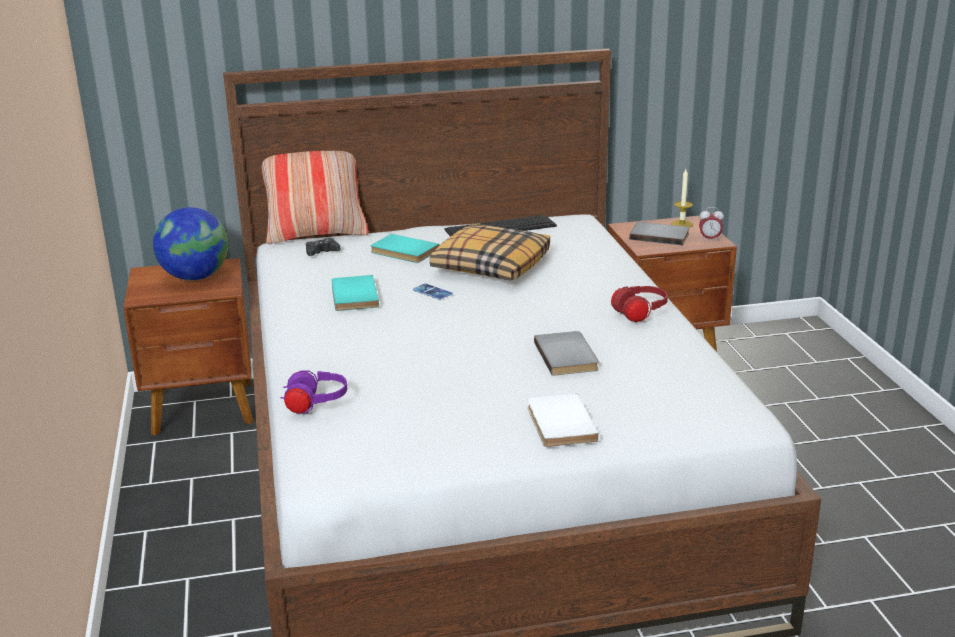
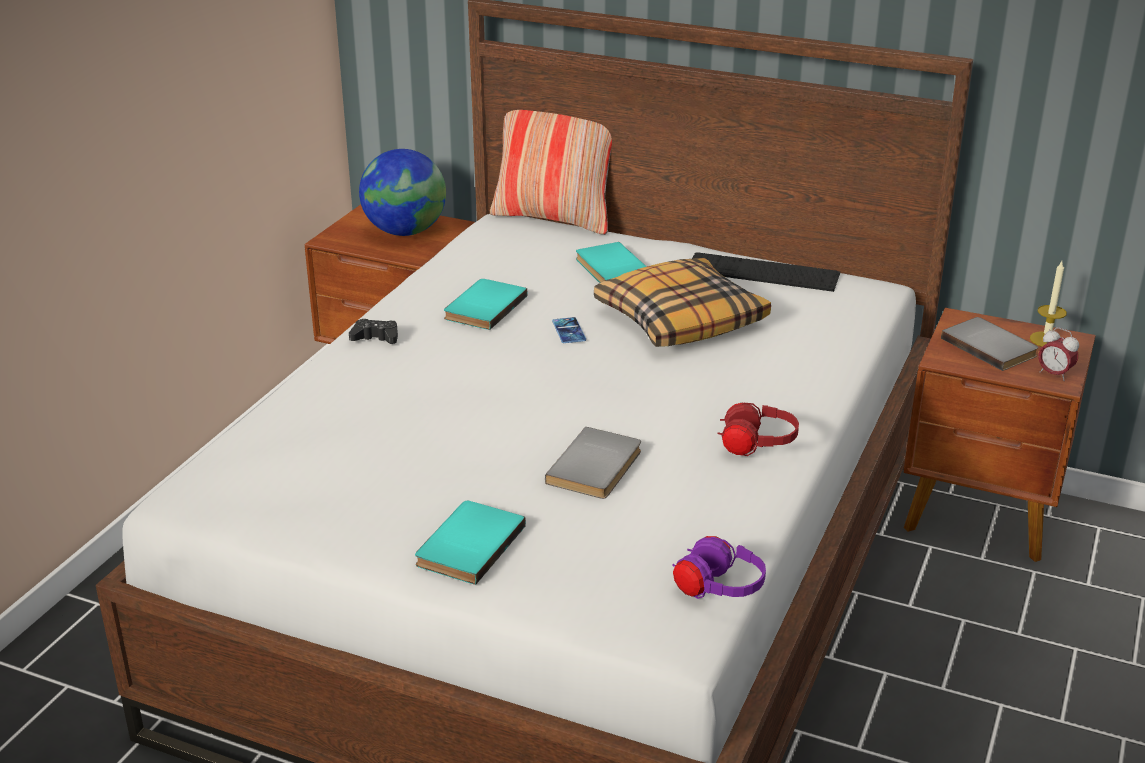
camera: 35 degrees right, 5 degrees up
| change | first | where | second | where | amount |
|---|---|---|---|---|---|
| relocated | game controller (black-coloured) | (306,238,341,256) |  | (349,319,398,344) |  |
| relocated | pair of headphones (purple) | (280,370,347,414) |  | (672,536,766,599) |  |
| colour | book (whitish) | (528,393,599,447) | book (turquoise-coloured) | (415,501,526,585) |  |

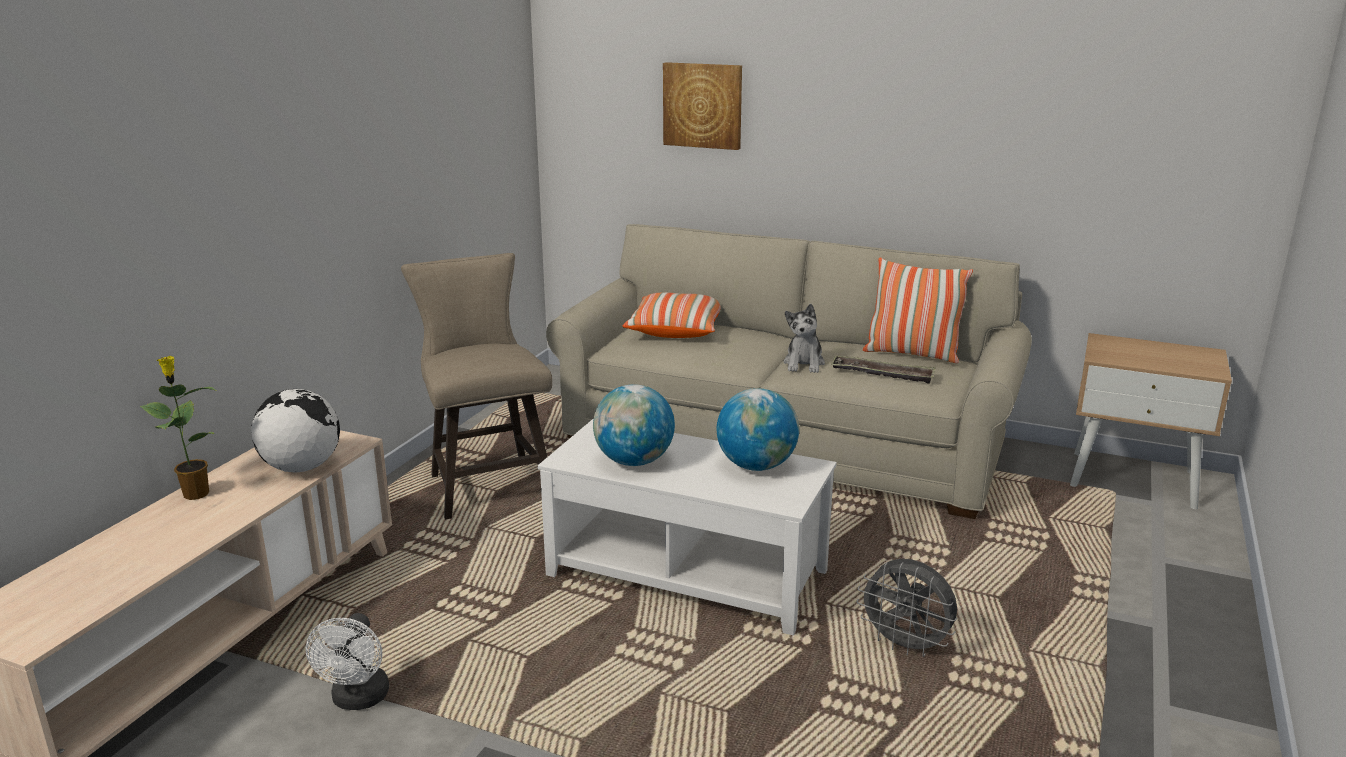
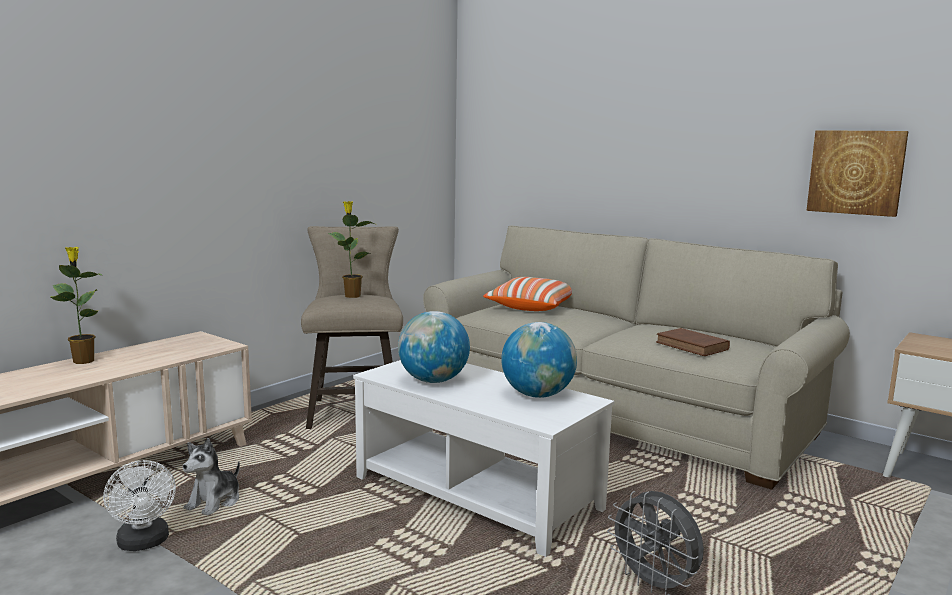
camera: 15 degrees right, 10 degrees down
| change | first | where | second | where | amount |
|---|---|---|---|---|---|
| relocated | picture | (663,62,742,150) |  | (807,130,908,217) |  |
| missing | pillow | (863,258,973,363) |  |  |  |
| relocated | plush toy | (783,304,825,373) |  | (183,438,240,516) |  |
| exchanged | tray | (831,355,936,384) | book (brown) | (656,328,730,356) |  |
| missing | globe | (251,389,340,473) |  |  |  |
| spun | fan (whitish) | (305,613,389,710) |  | (103,460,176,551) | 45 degrees counterclockwise |
| appeared |  |  | plant in a pot | (328,201,375,298) |  |

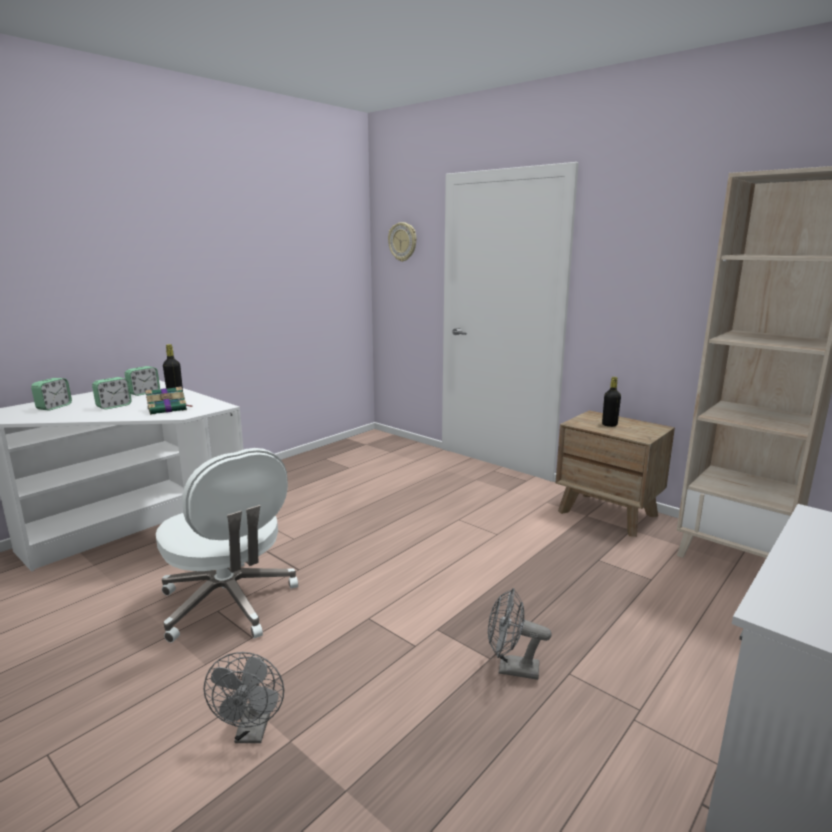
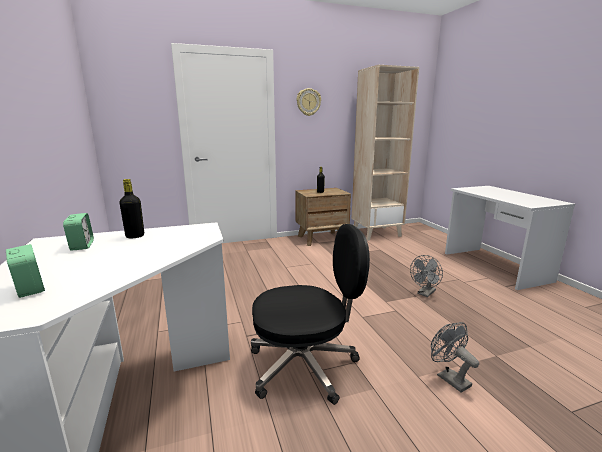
camera: 60 degrees left, 0 degrees up
| change | first | where | second | where | amount |
|---|---|---|---|---|---|
| relocated | hanging clock | (388,222,417,262) |  | (297,88,321,116) |  |
| missing | alarm clock | (92,377,132,410) |  |  |  |
| missing | book | (145,387,193,415) |  |  |  |
| colour | office chair (whitish) | (156,448,298,643) | office chair (black-coloured) | (251,224,370,405) |  |
| spun | fan (grey) | (204,652,284,743) |  | (431,322,479,393) | 150 degrees counterclockwise |

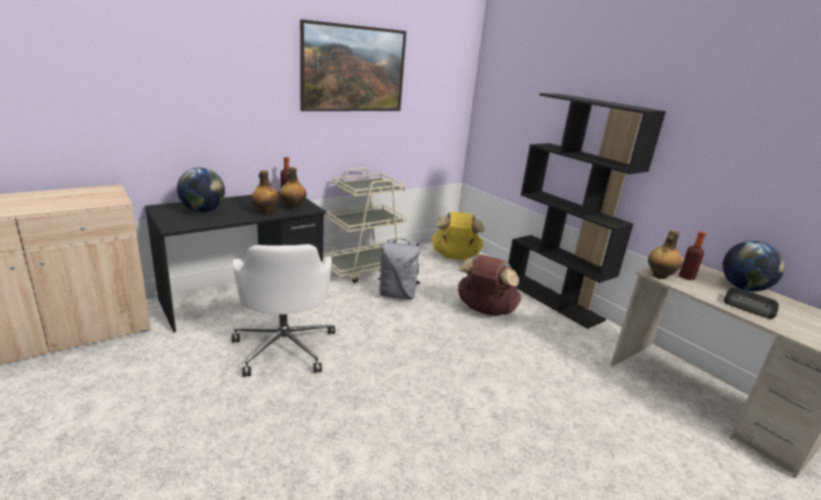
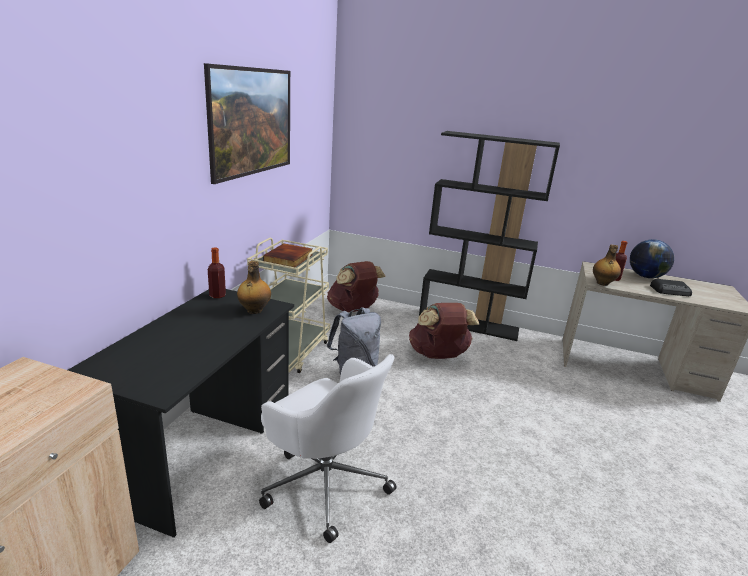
camera: 35 degrees left, 0 degrees up
| change | first | where | second | where | amount |
|---|---|---|---|---|---|
| missing | globe | (177,167,225,212) |  |  |  |
| missing | beverage bottle | (251,170,280,215) |  |  |  |
| colour | rucksack (yellowish) | (431,212,485,260) | rucksack (brown) | (327,261,386,312) |  |
| appeared |  |  | book | (263,243,313,267) |  |

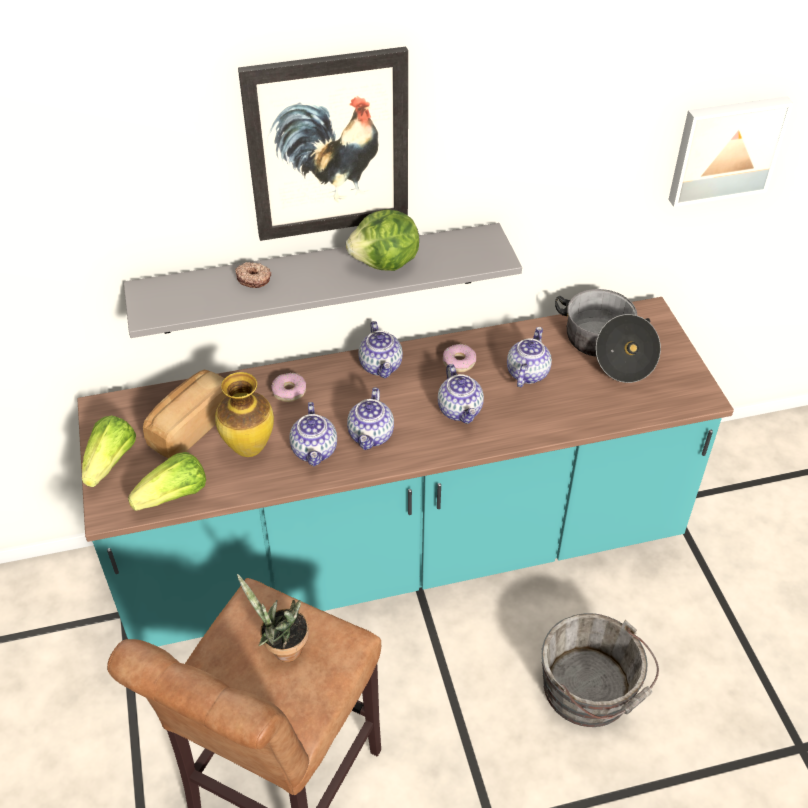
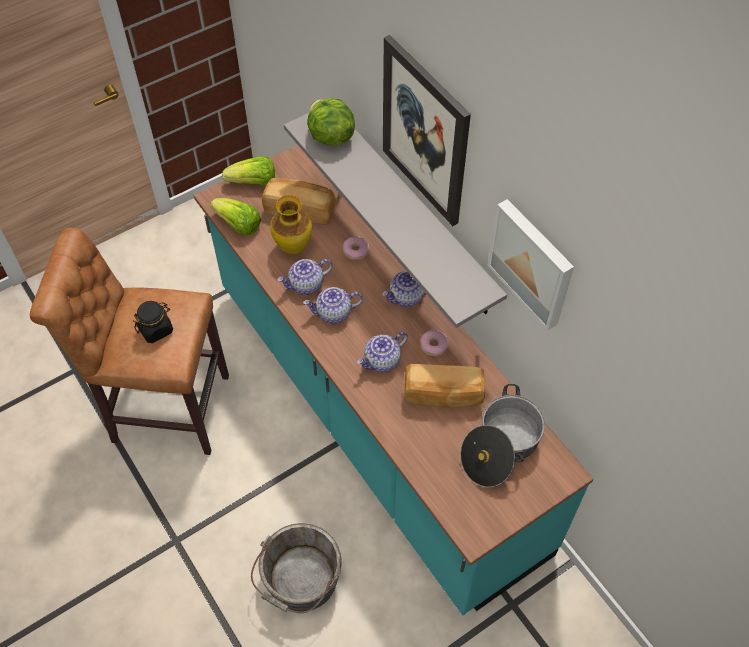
camera: 70 degrees right, 10 degrees up
| change | first | where | second | where | amount |
|---|---|---|---|---|---|
| relocated | picture | (668,96,793,207) |  | (488,199,574,330) |  |
| relocated | lettuce | (346,209,419,271) |  | (307,98,355,146) |  |
| missing | doughnut | (235,262,271,288) |  |  |  |
| exchanged | pot for tea | (507,327,552,387) | bakery bread | (404,364,485,408) |  |
| exchanged | plant in a pot | (237,574,309,662) | storage jar (black-coloured) | (133,301,173,343) |  |

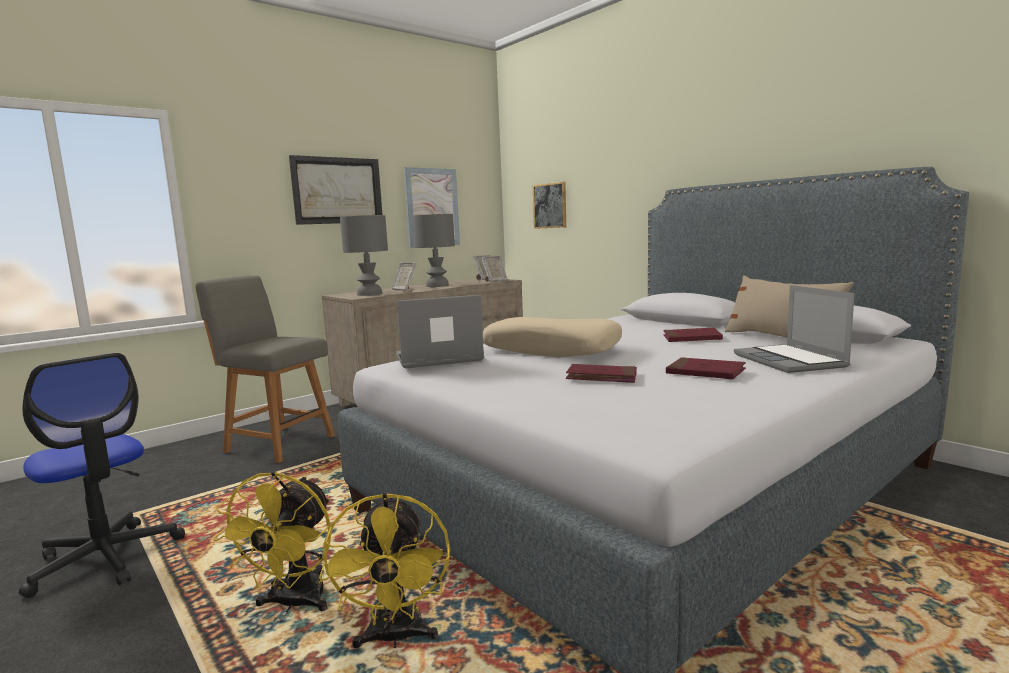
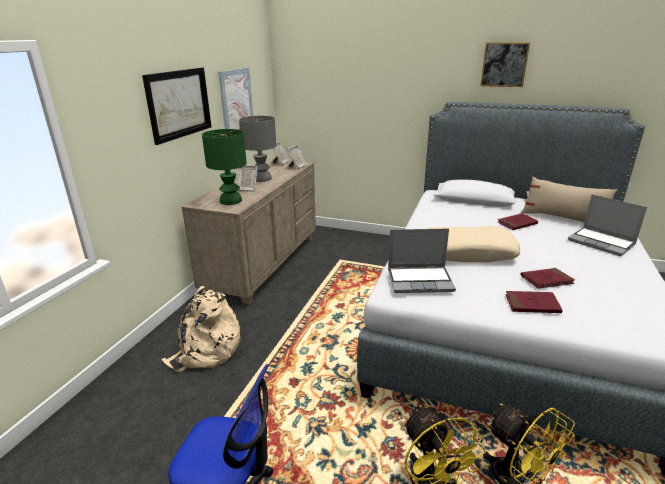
camera: 30 degrees left, 15 degrees up
| change | first | where | second | where | amount |
|---|---|---|---|---|---|
| relocated | picture | (533,182,566,229) |  | (480,42,530,87) |  |
| colour | table lamp (grey) | (340,215,388,296) | table lamp (green-coloured) | (202,129,247,205) |  |
| exchanged | upright chair (grey) | (195,275,335,463) | rucksack (sand-coloured) | (161,286,240,372) |  |
| spun | laptop | (395,295,484,369) |  | (388,229,456,293) | 135 degrees counterclockwise |
| relocated | book (reddish) | (666,357,746,380) |  | (505,291,563,313) |  |

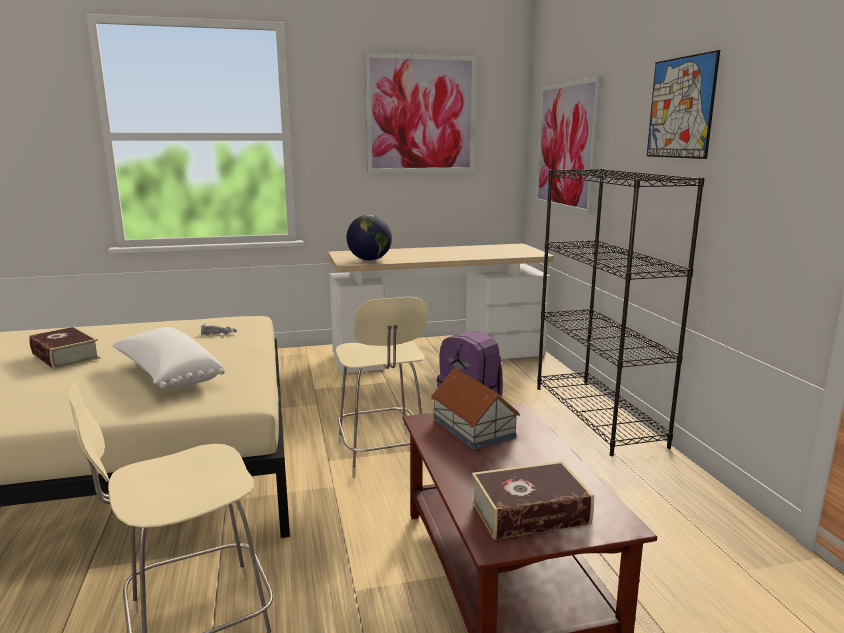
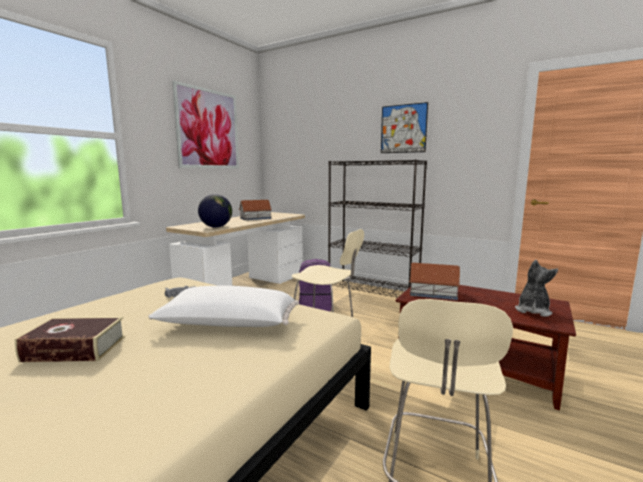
camera: 45 degrees left, 5 degrees down
| change | first | where | second | where | amount |
|---|---|---|---|---|---|
| missing | picture | (535,76,602,215) |  |  |  |
| exchanged | book | (471,461,594,540) | plush toy | (515,259,558,317) |  |
| appeared |  |  | model house | (239,200,271,220) |  |

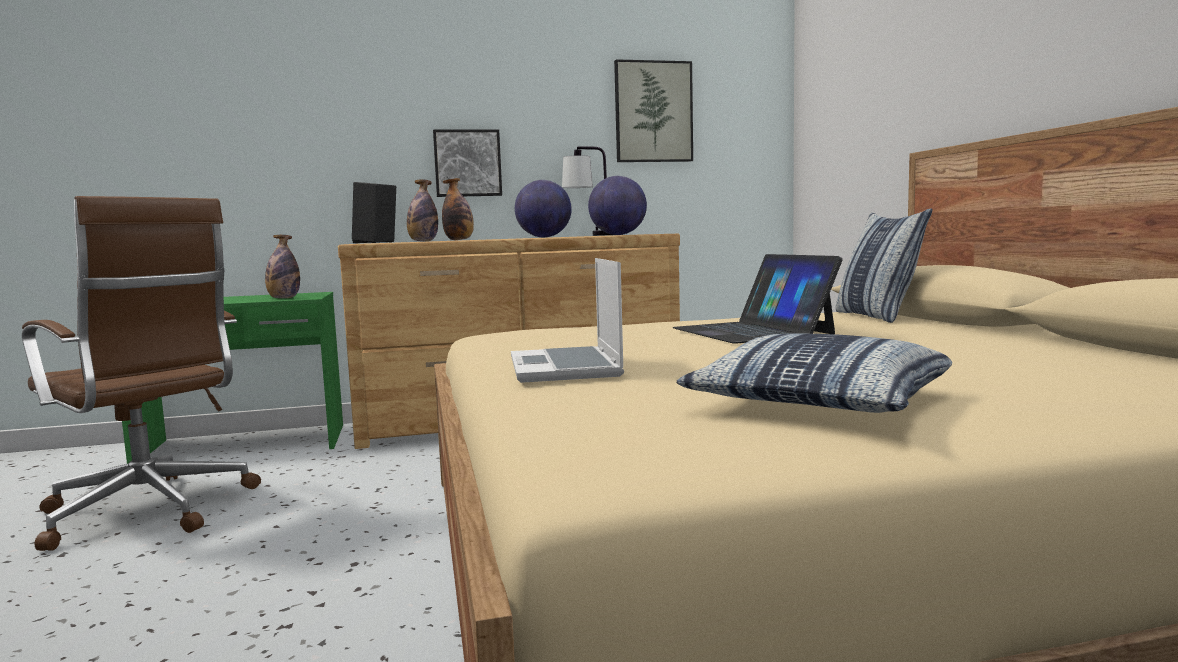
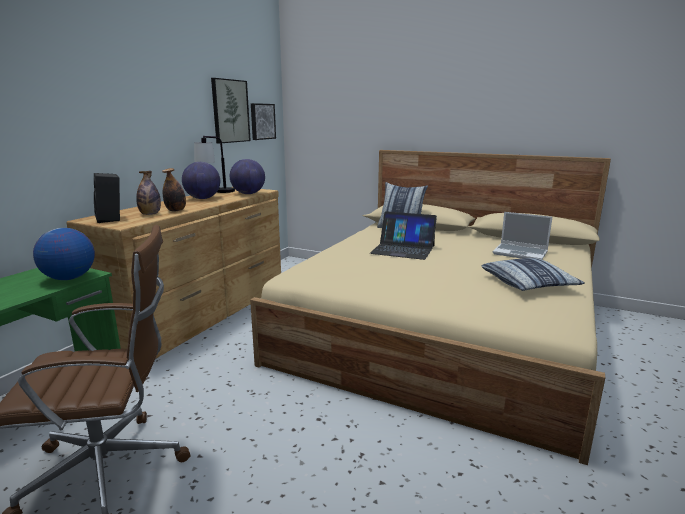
camera: 50 degrees left, 10 degrees up
| change | first | where | second | where | amount |
|---|---|---|---|---|---|
| relocated | picture | (433,129,502,197) |  | (251,103,276,140) |  |
| exchanged | beverage bottle | (265,235,300,298) | globe | (33,228,95,280) |  |
| relocated | laptop | (511,258,624,383) |  | (493,212,552,260) |  |

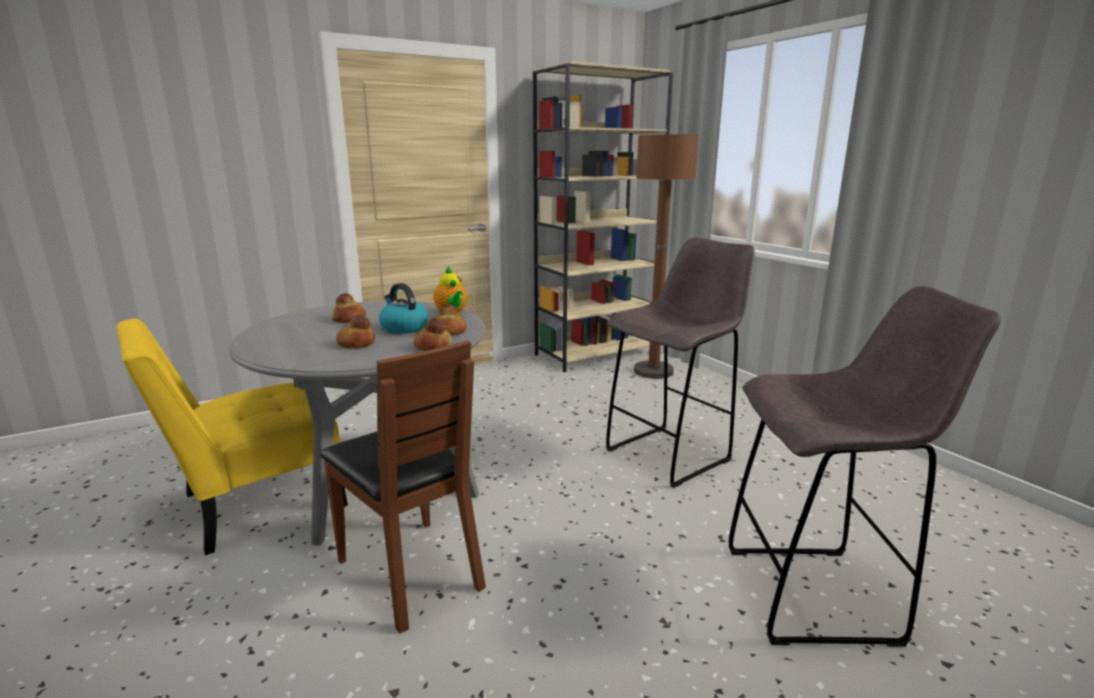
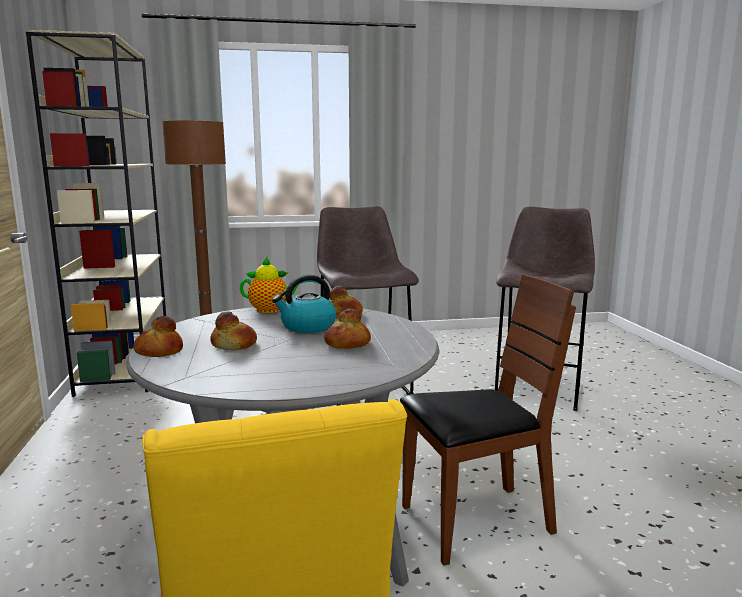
camera: 70 degrees left, 5 degrees down
| change | first | where | second | where | amount |
|---|---|---|---|---|---|
| relocated | bakery bread | (414,318,452,351) |  | (134,316,183,357) |  |

